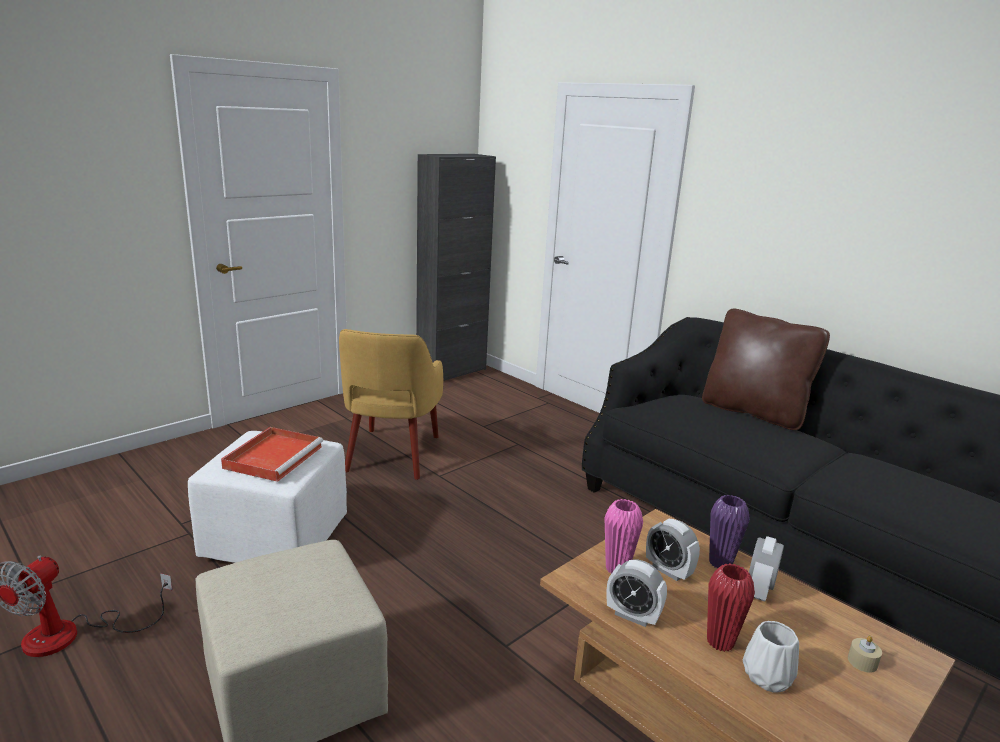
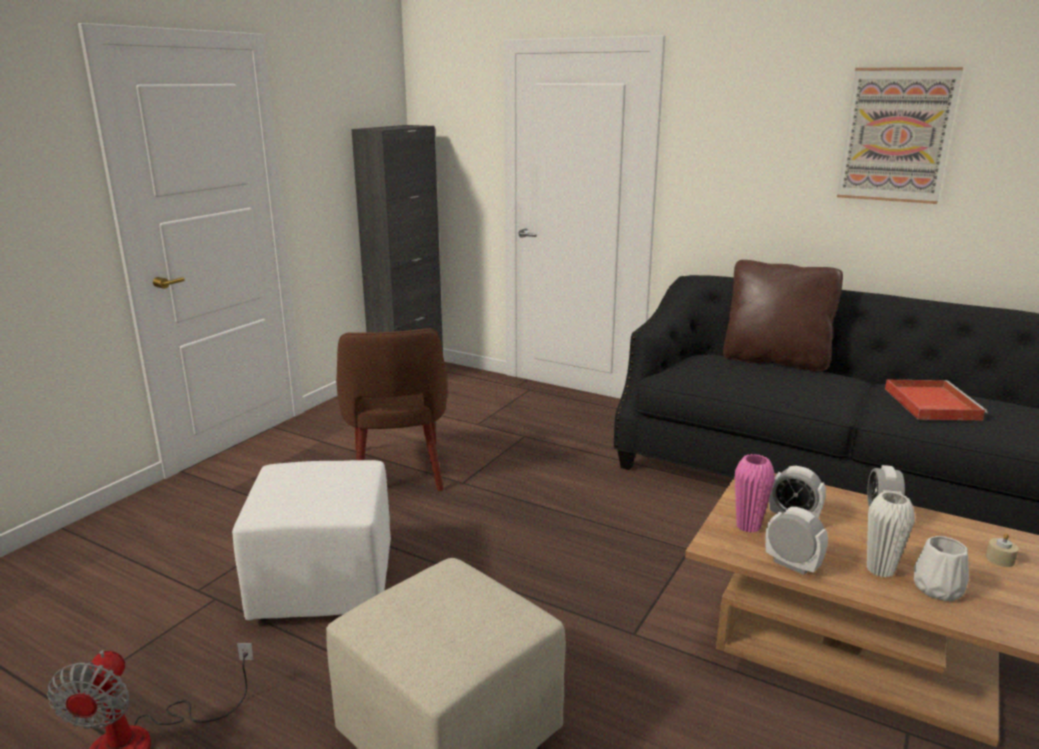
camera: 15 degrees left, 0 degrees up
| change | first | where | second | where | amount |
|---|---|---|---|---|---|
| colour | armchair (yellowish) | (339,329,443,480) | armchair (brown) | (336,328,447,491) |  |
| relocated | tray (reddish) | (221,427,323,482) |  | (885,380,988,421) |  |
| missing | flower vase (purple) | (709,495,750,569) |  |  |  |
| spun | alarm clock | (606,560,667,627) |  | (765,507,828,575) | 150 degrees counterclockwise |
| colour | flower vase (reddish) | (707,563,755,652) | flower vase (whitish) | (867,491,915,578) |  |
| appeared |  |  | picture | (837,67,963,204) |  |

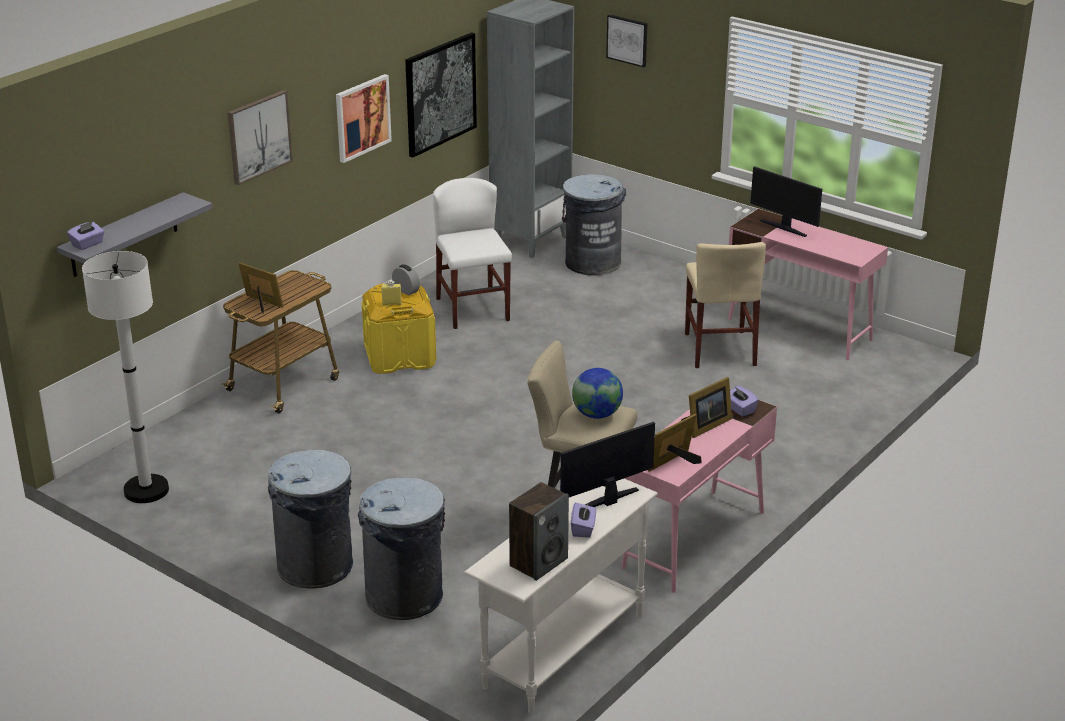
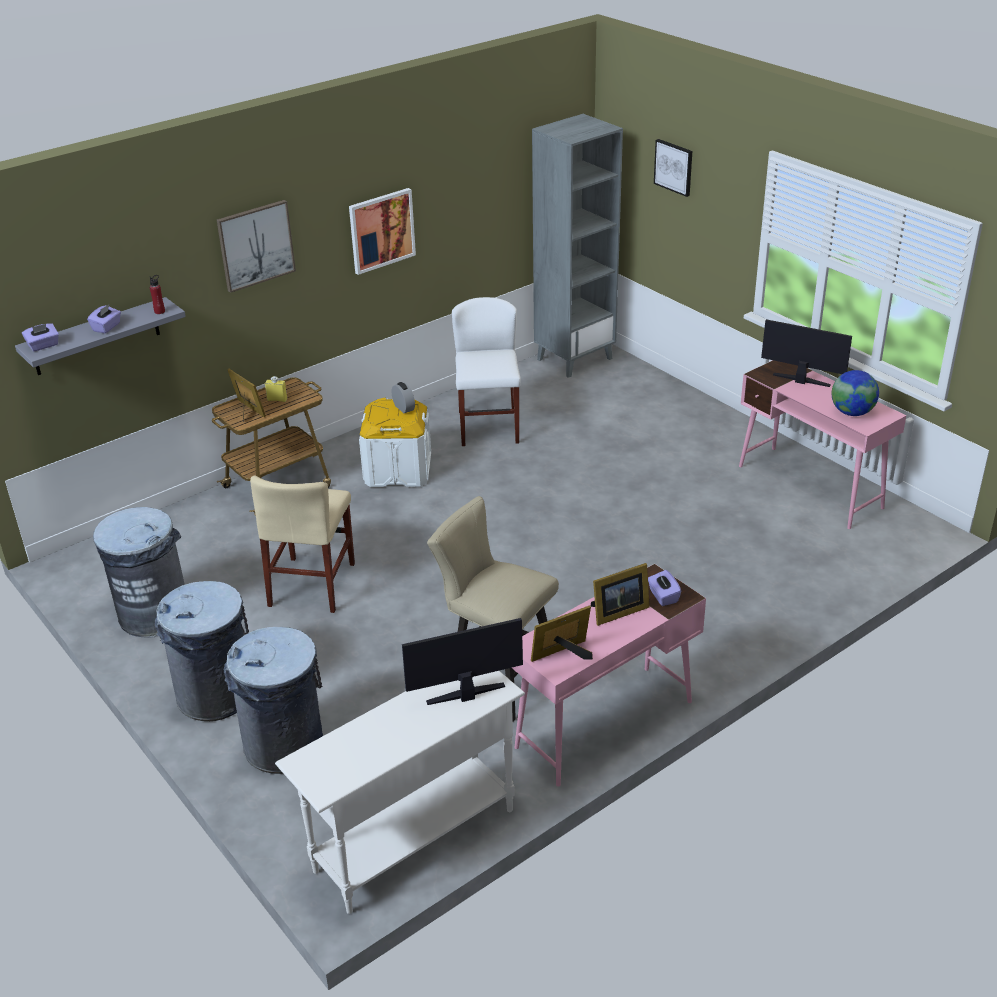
camera: 15 degrees right, 5 degrees up
| change | first | where | second | where | amount |
|---|---|---|---|---|---|
| missing | picture | (405,32,477,157) |  |  |  |
| spun | computer display | (750,166,822,237) |  | (761,319,852,387) | 150 degrees clockwise |
| relocated | waste bin (grey) | (562,174,626,275) |  | (93,507,185,638) |  |
| relocated | upright chair (sand-coloured) | (685,242,766,368) |  | (250,476,355,613) |  |
| missing | standard lamp (whitish) | (82,251,169,503) |  |  |  |
| relocated | beverage bottle (yellowish) | (381,280,402,306) |  | (265,376,287,402) |  |
| colour | storage container (yellowish) | (362,284,436,374) | storage container (whitish) | (359,398,431,487) |  |
| relocated | globe | (572,368,623,419) |  | (832,370,879,416) |  |
| missing | loudspeaker | (509,482,569,581) |  |  |  |
| relocated | tissue box (purple) | (571,502,596,538) |  | (87,304,121,333) |  |
| appeared |  |  | beverage bottle (reddish) | (150,275,165,314) |  |

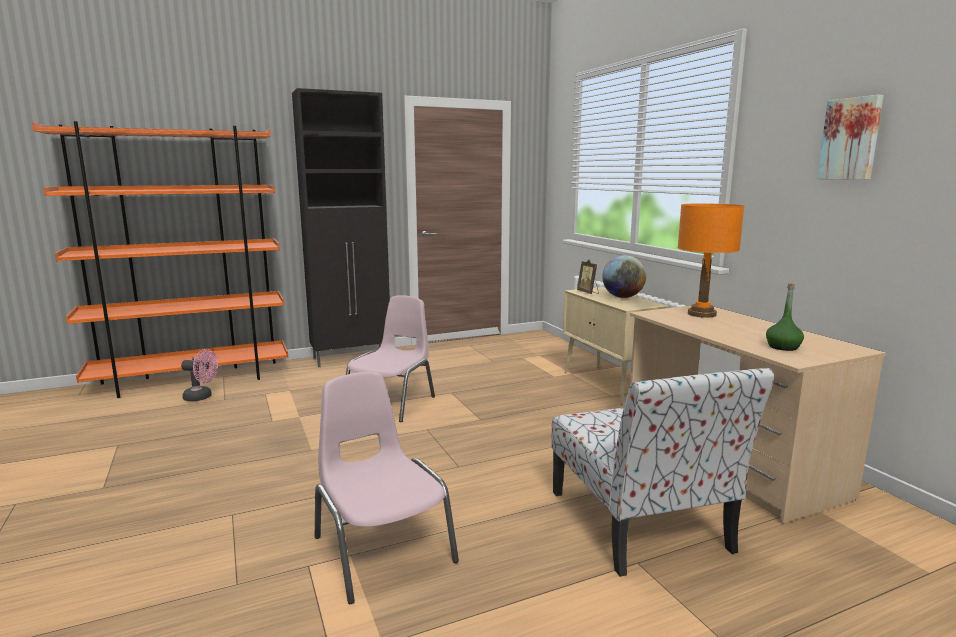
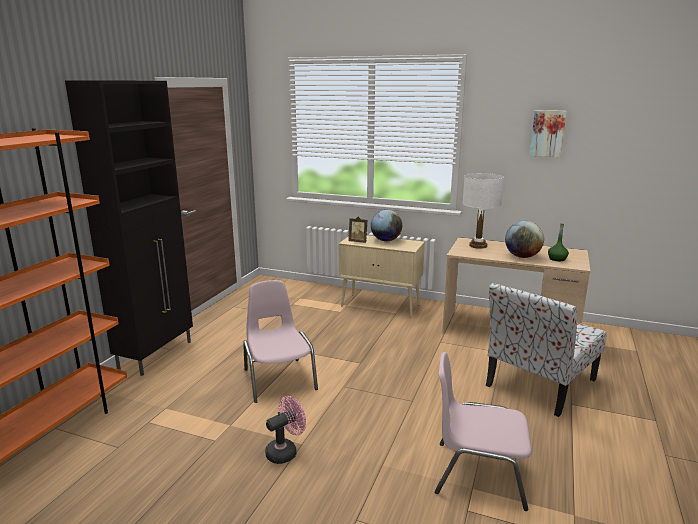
camera: 45 degrees left, 5 degrees up
| change | first | where | second | where | amount |
|---|---|---|---|---|---|
| colour | table lamp (orangey) | (678,203,744,318) | table lamp (whitish) | (463,173,504,249) |  |
| relocated | fan (pinkish) | (181,349,218,401) |  | (265,396,306,464) |  |
| spun | upright chair | (551,368,774,577) |  | (486,283,607,417) | 105 degrees clockwise |
| appeared |  |  | globe | (505,221,544,258) |  |

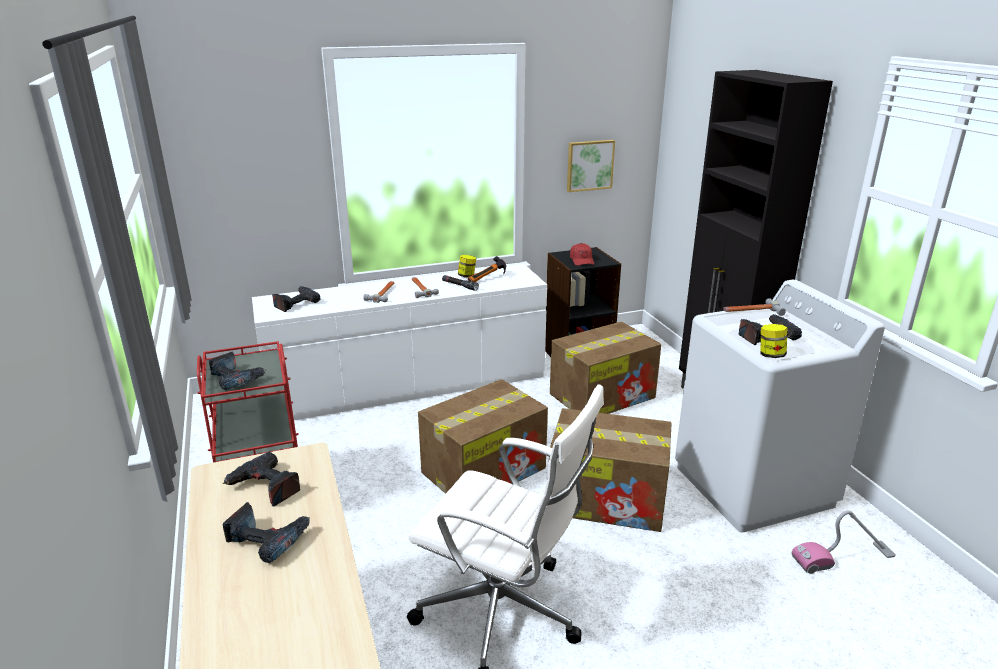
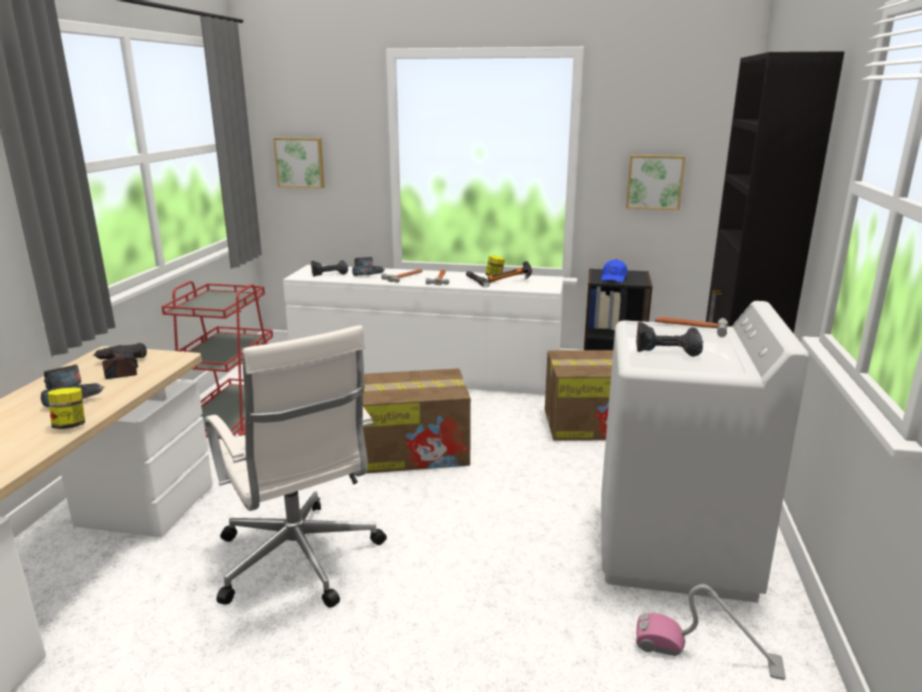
camera: 30 degrees right, 5 degrees down
| change | first | where | second | where | amount |
|---|---|---|---|---|---|
| colour | peaked cap (reddish) | (570,243,594,266) | peaked cap (blue) | (601,259,628,283) |  |
| relocated | storage jar | (760,324,787,358) |  | (48,387,85,429) |  |
| relocated | power drill | (209,352,266,390) |  | (352,257,385,276) |  |
| missing | cardboard box | (549,408,672,532) |  |  |  |
| appeared |  |  | picture | (273,138,325,188) |  |

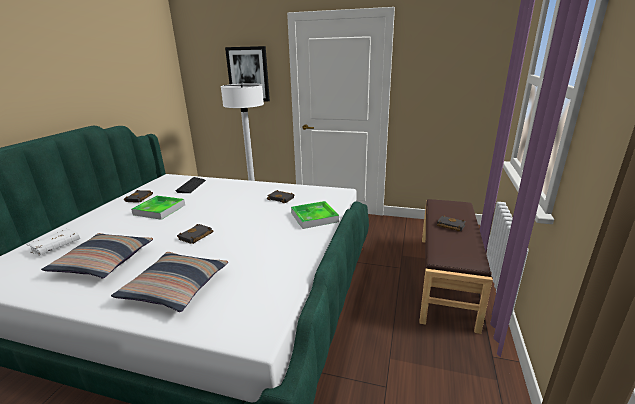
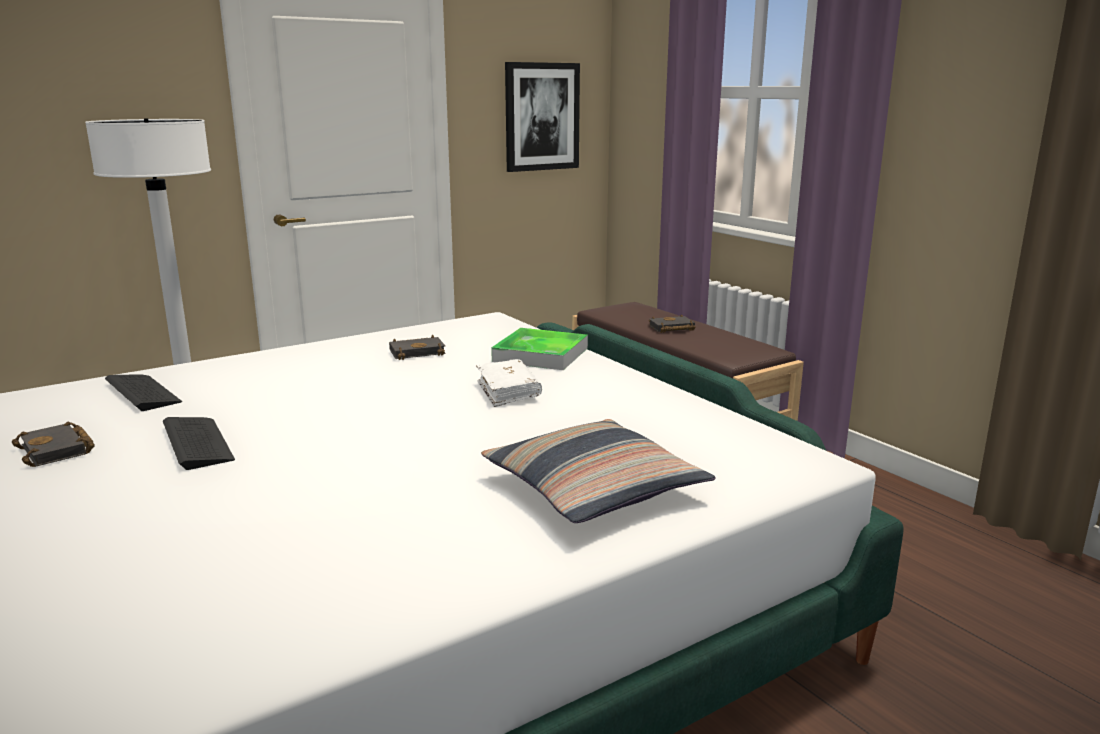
camera: 50 degrees left, 5 degrees down
| change | first | where | second | where | amount |
|---|---|---|---|---|---|
| relocated | picture | (225,46,270,101) |  | (505,62,580,172) |  |
| exchanged | tray | (131,196,185,220) | keyboard | (163,417,235,470) |  |
| missing | book (black-coloured) | (177,224,213,244) |  |  |  |
| relocated | book (whitish) | (27,228,80,255) |  | (476,359,542,407) |  |
| missing | pillow | (41,233,153,278) |  |  |  |

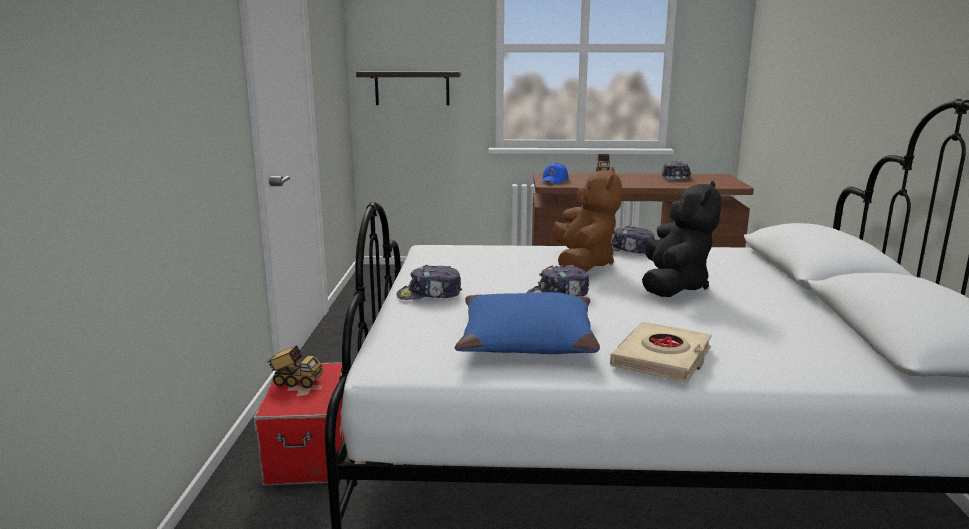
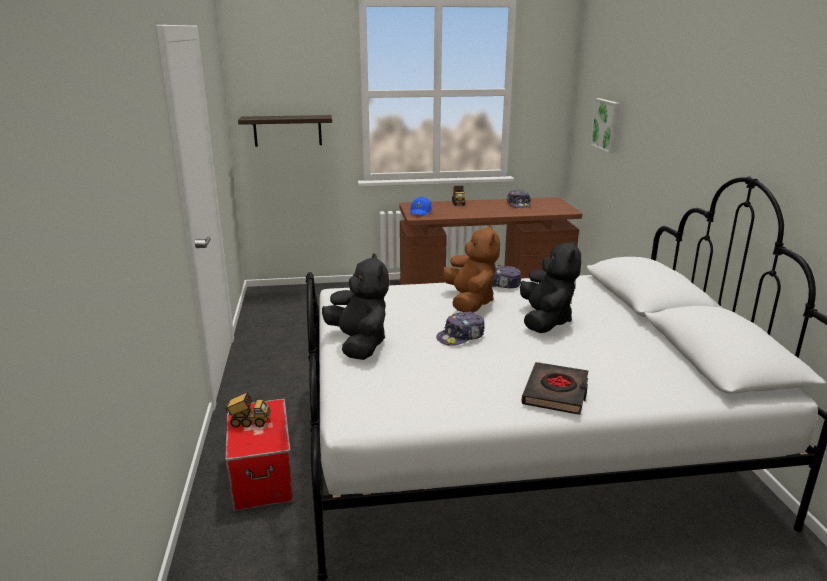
camera: 10 degrees left, 5 degrees up
| change | first | where | second | where | amount |
|---|---|---|---|---|---|
| exchanged | peaked cap | (397,265,462,300) | plush toy (black-coloured) | (322,253,389,360) |  |
| missing | pillow (blue) | (455,292,600,354) |  |  |  |
| colour | book (sand-coloured) | (610,322,712,383) | book (black-coloured) | (521,362,588,415) |  |
| appeared |  |  | picture | (590,98,620,153) |  |

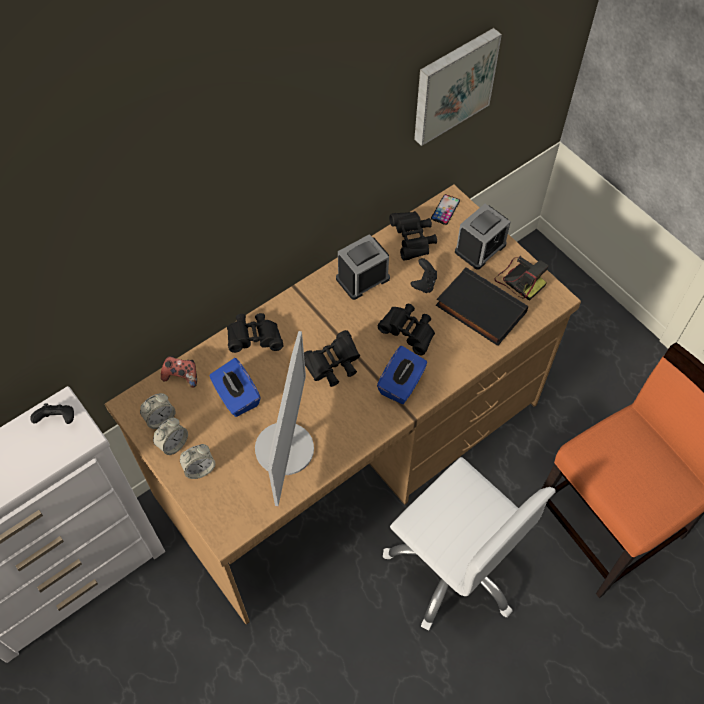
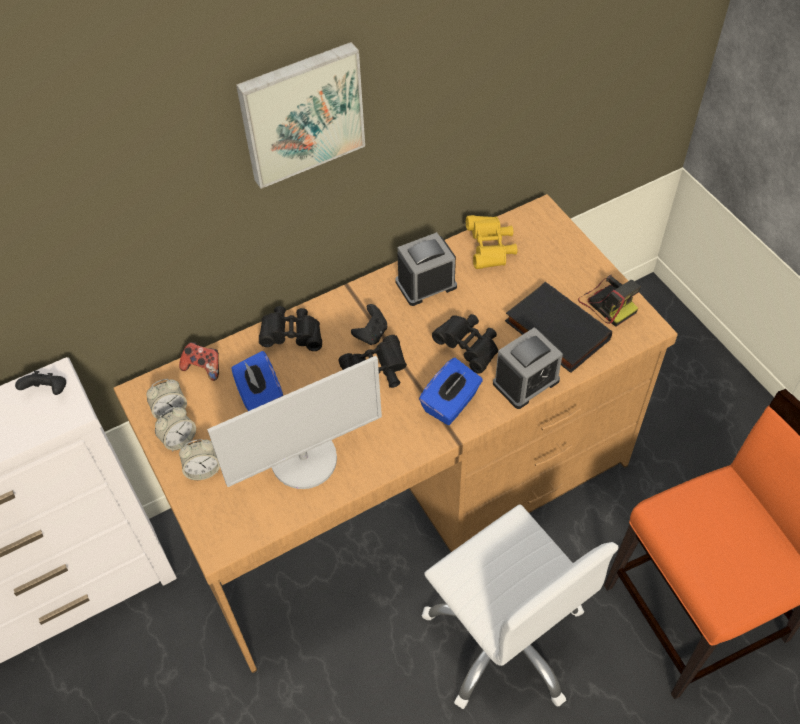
camera: 10 degrees right, 5 degrees down
| change | first | where | second | where | amount |
|---|---|---|---|---|---|
| relocated | picture | (414,28,502,146) |  | (236,42,365,189) |  |
| missing | handset | (431,194,460,225) |  |  |  |
| relocated | alarm clock | (455,203,511,270) |  | (493,327,563,409) |  |
| colour | field glasses (black-coloured) | (389,211,437,261) | field glasses (yellowish) | (466,215,517,269) |  |
| relocated | game controller (black-coloured) | (411,258,437,293) |  | (351,304,387,345) |  |
| spun | computer display | (255,331,314,506) |  | (207,356,382,489) | 45 degrees clockwise |

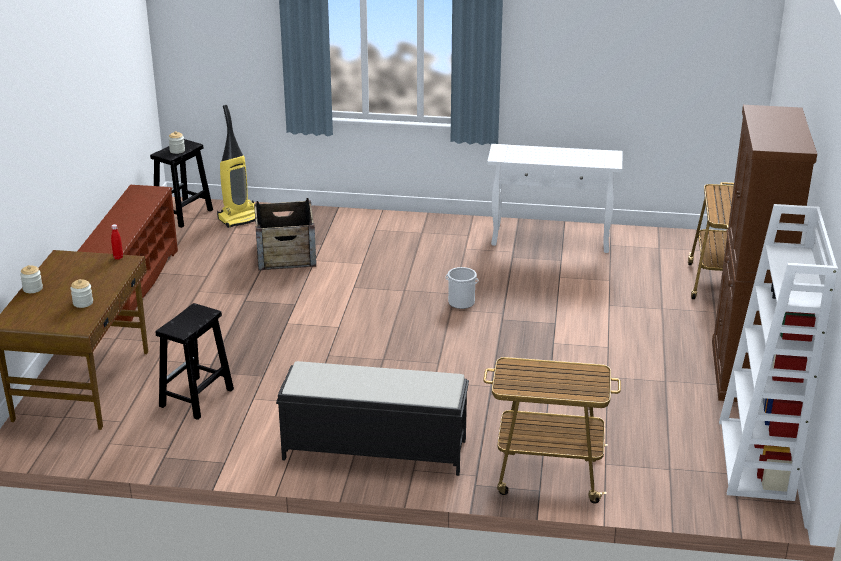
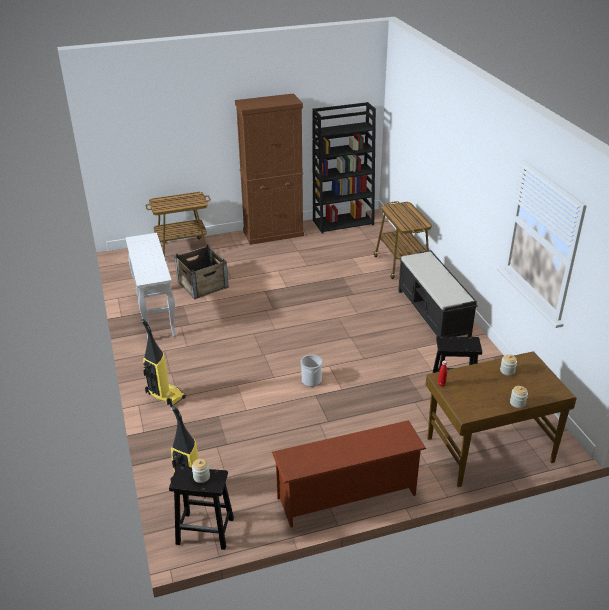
camera: 115 degrees left, 5 degrees up
| change | first | where | second | where | amount |
|---|---|---|---|---|---|
| relocated | crate | (254,198,316,270) |  | (174,244,229,299) |  |
| colour | bookcase (whitish) | (719,204,838,501) | bookcase (black-coloured) | (312,102,376,234) |  |
| relocated | bucket | (446,267,479,309) |  | (300,355,323,387) |  |
| appeared |  |  | vacuum cleaner | (141,319,186,407) |  |

